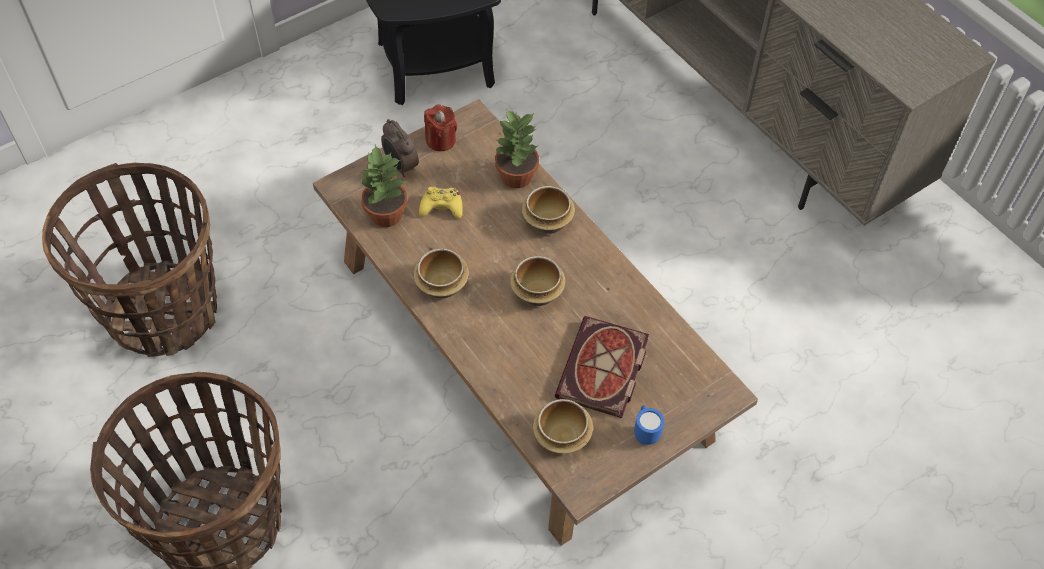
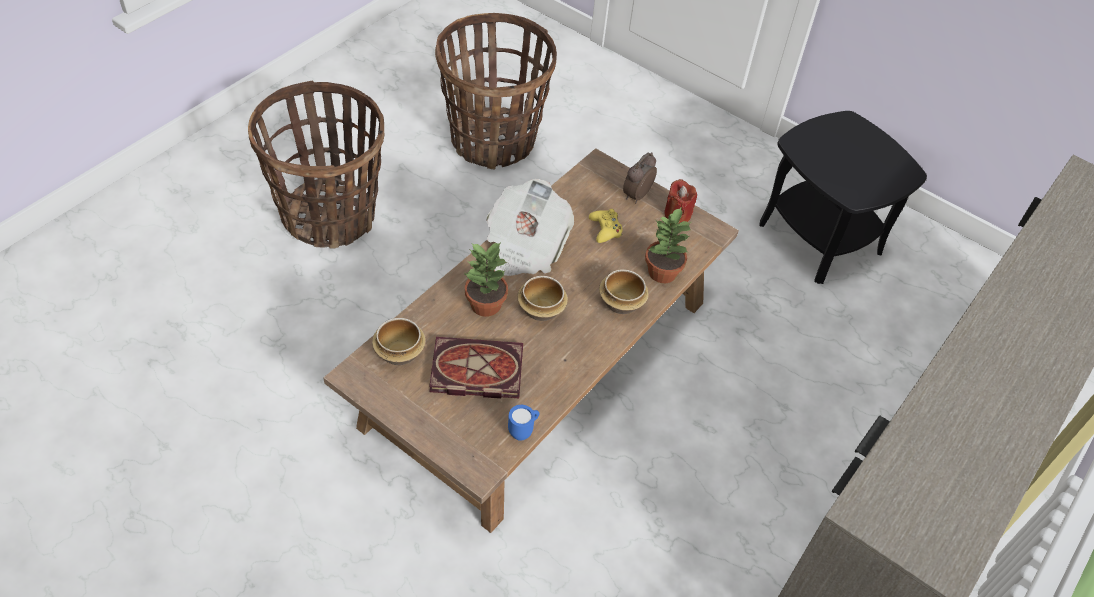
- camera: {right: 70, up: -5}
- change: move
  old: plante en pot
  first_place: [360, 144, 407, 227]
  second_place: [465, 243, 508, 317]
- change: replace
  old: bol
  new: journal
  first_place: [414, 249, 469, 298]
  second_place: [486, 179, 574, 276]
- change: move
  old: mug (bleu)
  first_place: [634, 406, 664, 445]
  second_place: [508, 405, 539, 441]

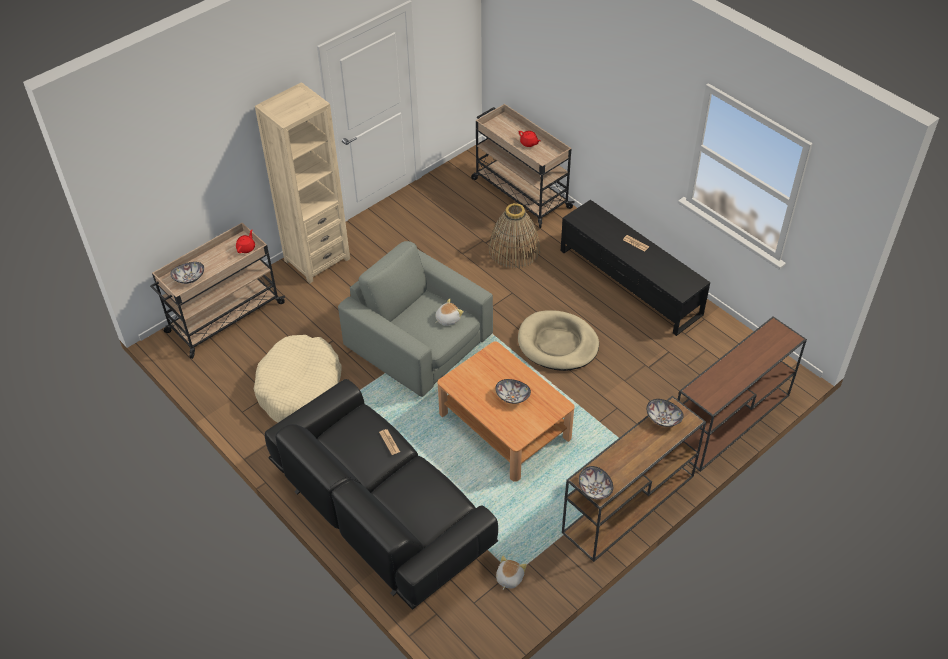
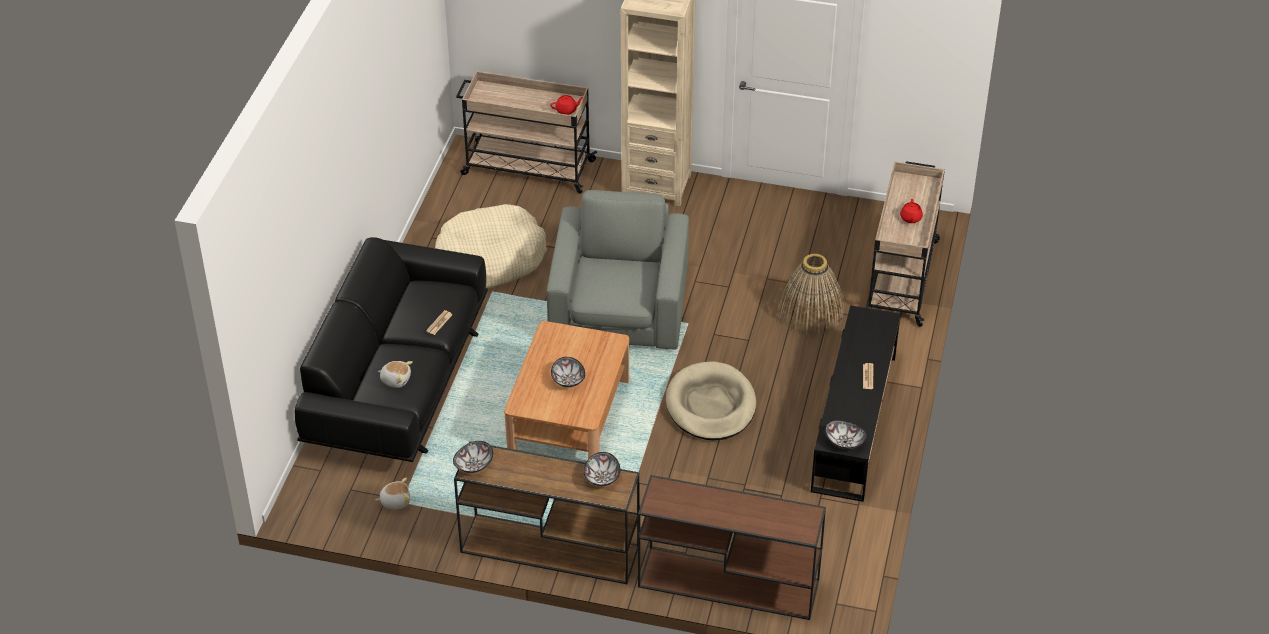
- camera: {right: 55, up: -5}
- change: move
  old: bol
  first_place: [170, 262, 204, 284]
  second_place: [825, 420, 867, 449]
- change: move
  old: peluche
  first_place: [435, 298, 464, 326]
  second_place: [378, 361, 413, 388]

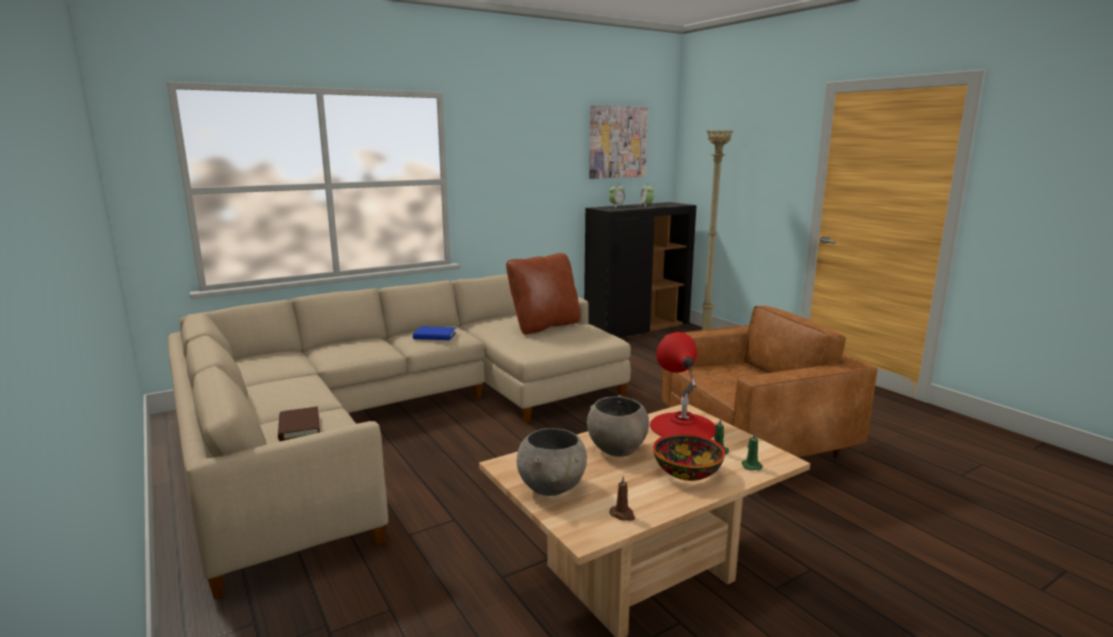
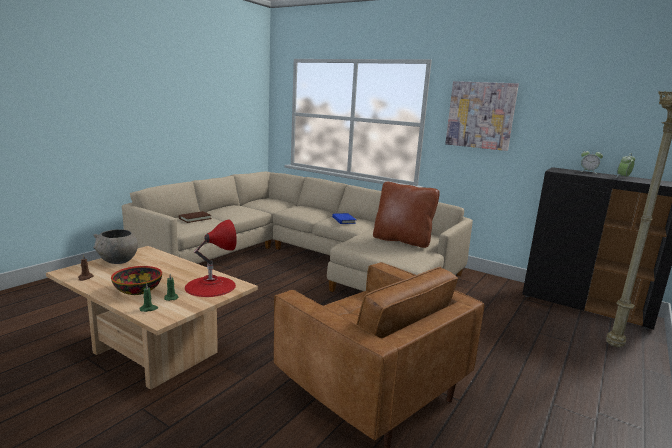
- camera: {right: 65, up: 0}
- change: delete
  old: bol (gris)
  first_place: [587, 395, 649, 457]
- change: move
  old: tableau
  first_place: [589, 105, 648, 179]
  second_place: [445, 81, 519, 151]

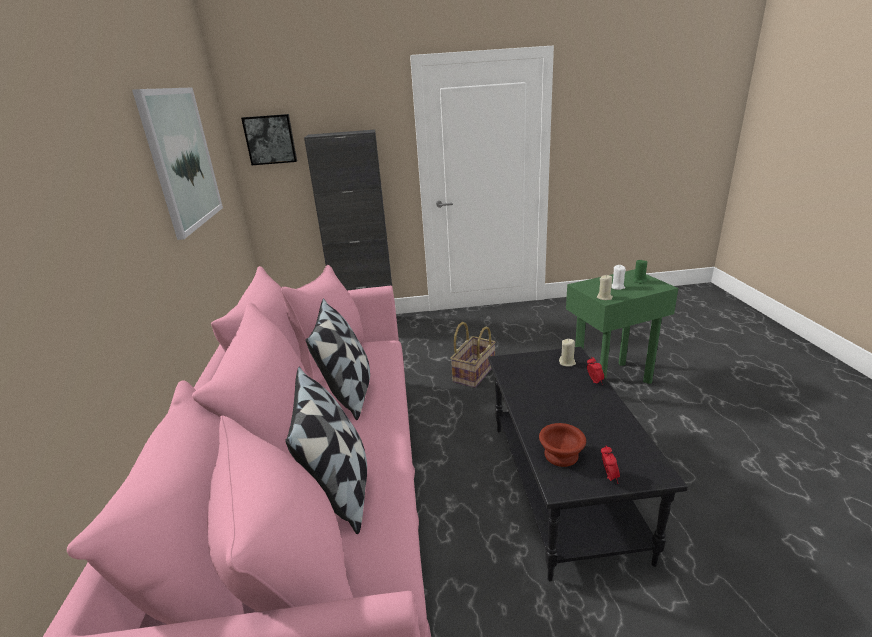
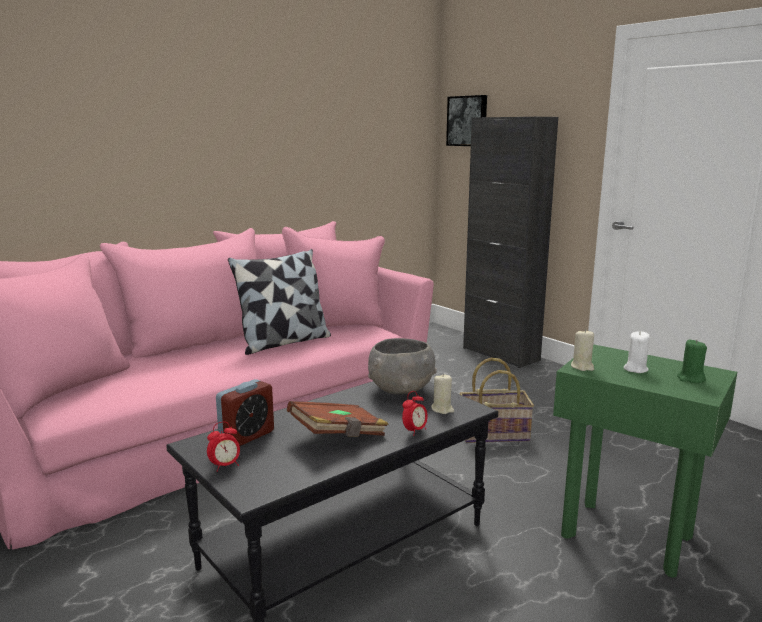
- camera: {right: 55, up: -10}
- change: delete
  old: tableau
  first_place: [132, 87, 223, 240]
- change: delete
  old: coussin
  first_place: [285, 367, 367, 534]
- change: replace
  old: bol (marron)
  new: réveil
  first_place: [539, 423, 586, 467]
  second_place: [216, 379, 274, 446]
- change: insert
  new: livre (marron)
  second_place: [287, 401, 389, 437]
- change: insert
  new: bol (gris)
  second_place: [368, 338, 437, 394]

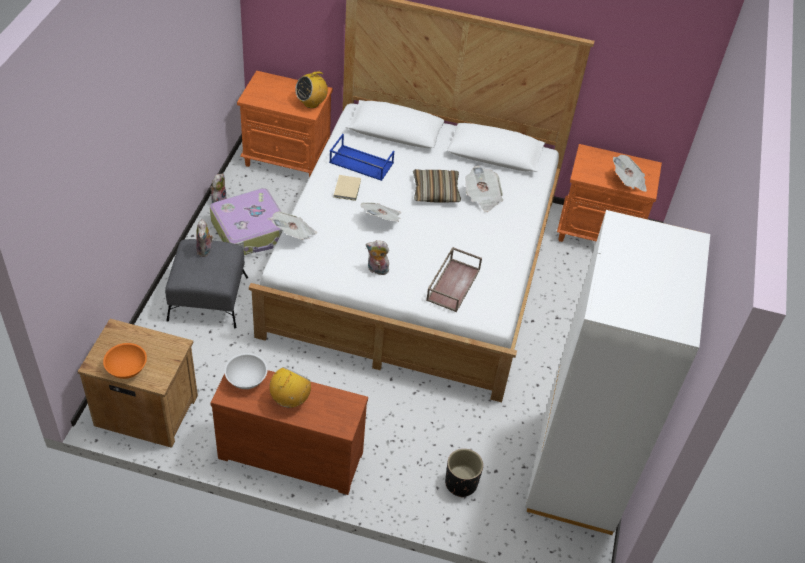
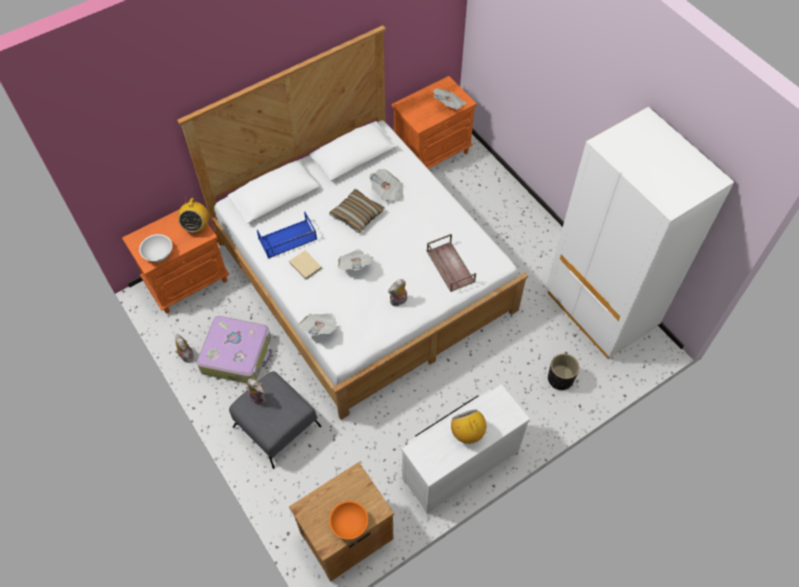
- camera: {right: -45, up: 10}
- change: recolor
  old: commode (marron)
  new: commode (blanc)
  first_place: [210, 370, 368, 495]
  second_place: [402, 384, 530, 514]
- change: move
  old: bol (blanc)
  first_place: [224, 353, 268, 389]
  second_place: [139, 234, 172, 262]

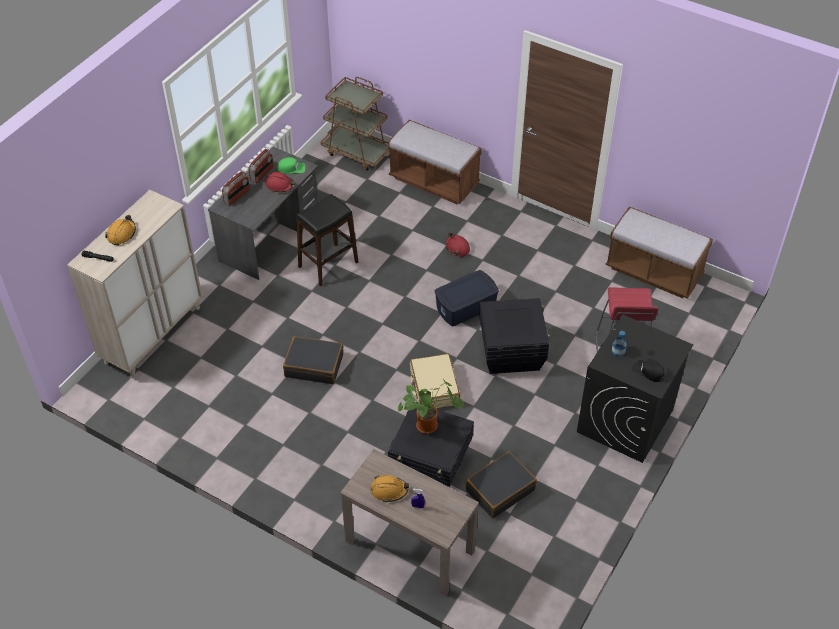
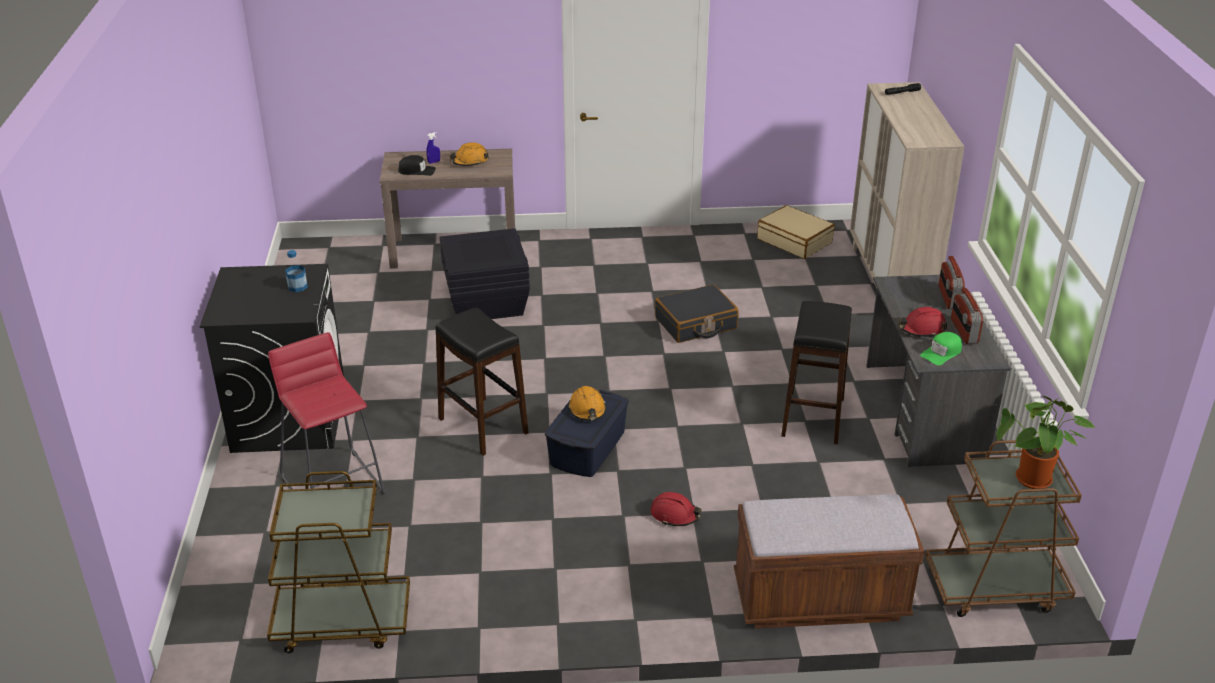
- camera: {right: 145, up: -15}
- change: move
  old: casque de chantier (orange)
  first_place: [105, 215, 136, 245]
  second_place: [568, 386, 606, 421]
- change: move
  old: plante en pot
  first_place: [398, 379, 463, 434]
  second_place: [996, 396, 1096, 489]
- change: move
  old: valise (beige)
  first_place: [410, 354, 460, 408]
  second_place: [757, 205, 835, 259]
- change: delete
  old: valise (noir)
  first_place: [466, 452, 537, 518]
- change: replace
  old: boîte de rangement (noir)
  new: tabouret (noir)
  first_place: [479, 298, 550, 374]
  second_place: [435, 308, 529, 456]
- change: replace
  old: banc (marron)
  new: chariot (marron)
  first_place: [605, 206, 713, 298]
  second_place: [267, 471, 410, 653]
- change: move
  old: casquette (noir)
  first_place: [632, 359, 665, 382]
  second_place: [398, 155, 436, 176]

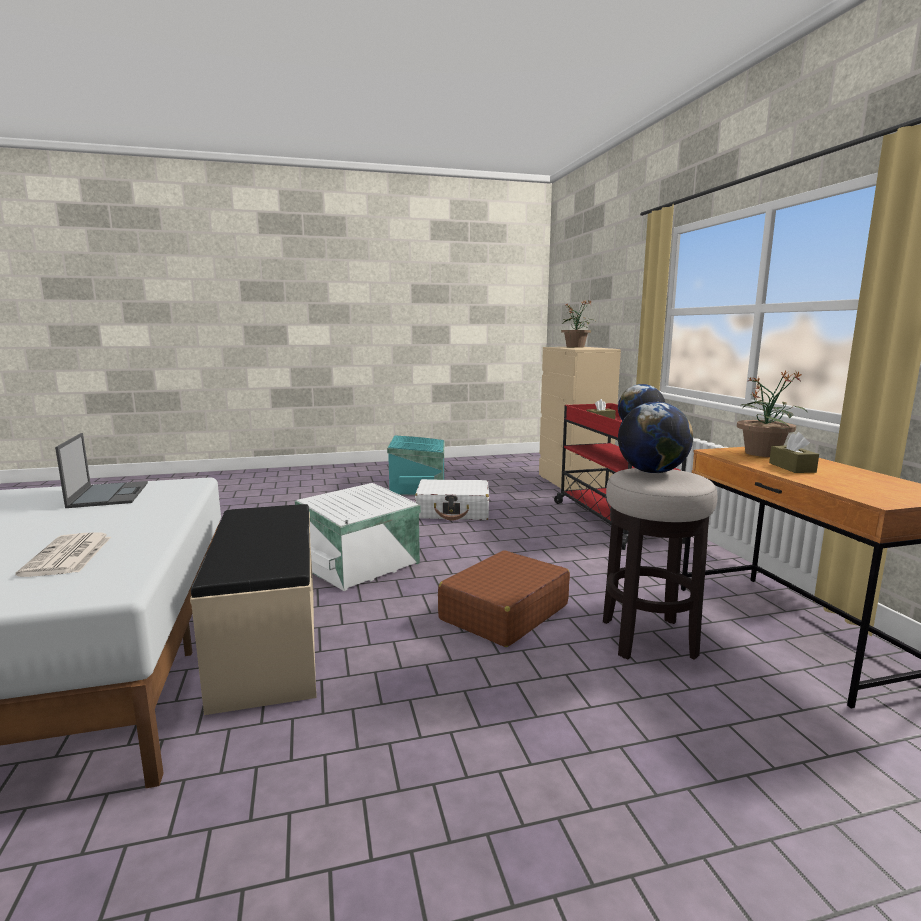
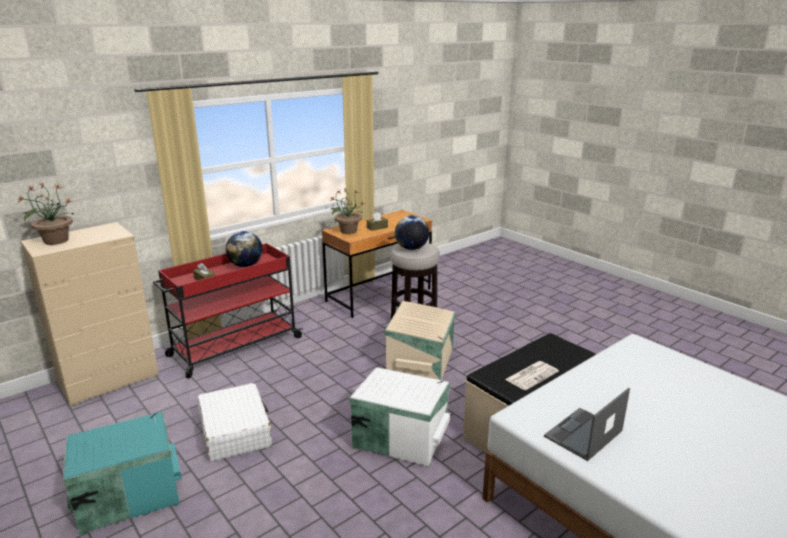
- camera: {right: -115, up: 10}
- change: move
  old: journal
  first_place: [15, 532, 111, 577]
  second_place: [505, 361, 559, 390]
- change: replace
  old: valise (marron)
  new: boîte de rangement (beige)
  first_place: [438, 550, 570, 647]
  second_place: [385, 301, 455, 380]

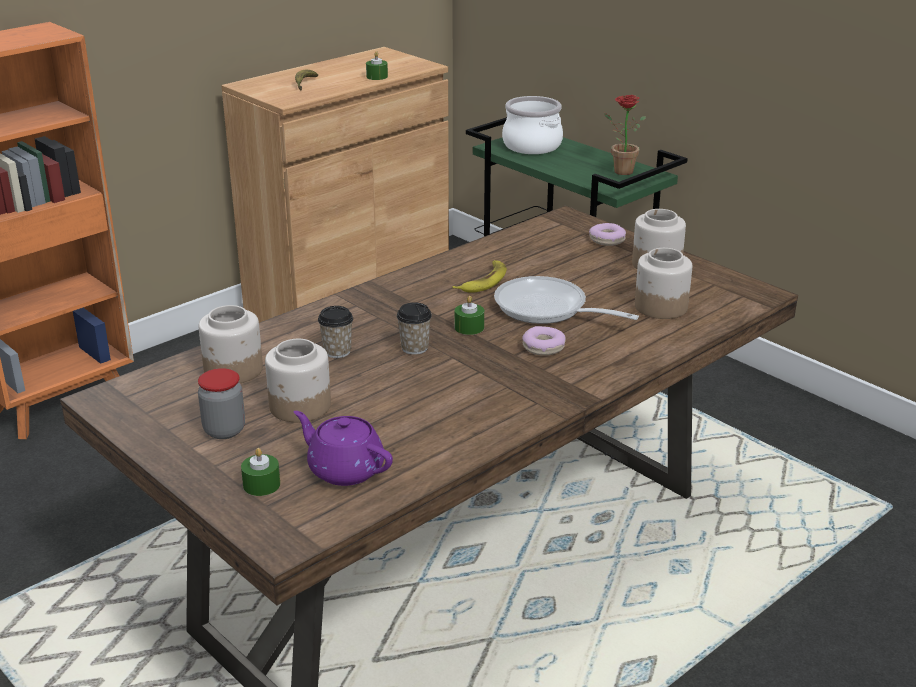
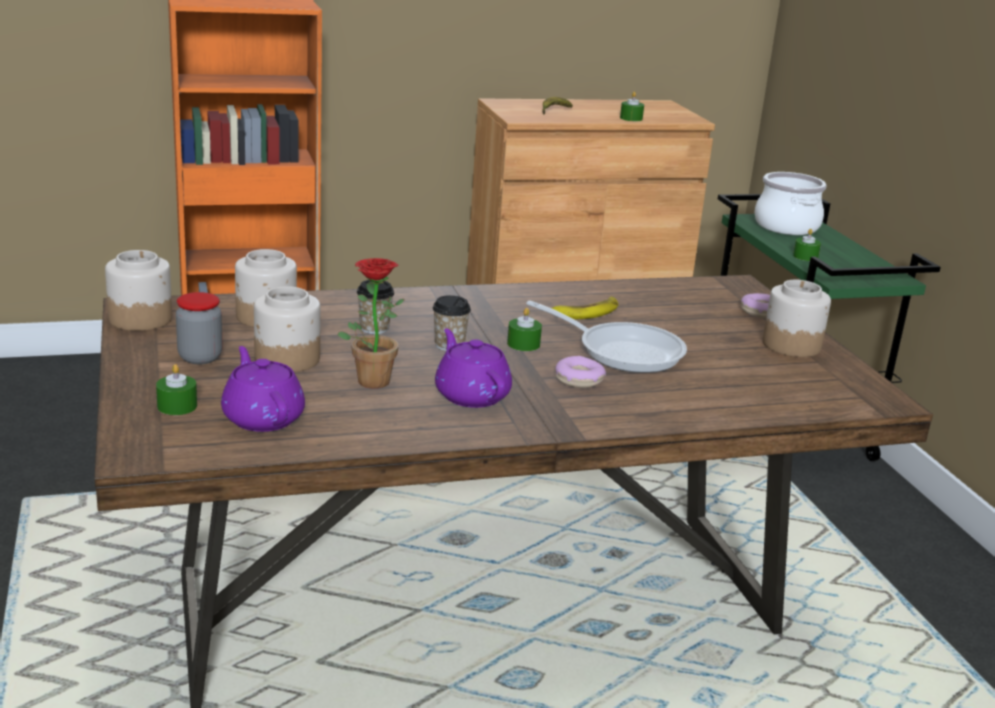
- camera: {right: 25, up: -5}
- change: rotate
  old: poêle
  first_place: [494, 276, 639, 324]
  second_place: [526, 300, 687, 373]
  degrees: 150
- change: move
  old: plante en pot
  first_place: [604, 95, 646, 175]
  second_place: [338, 258, 405, 389]
- change: move
  old: bocal
  first_place: [635, 248, 692, 319]
  second_place: [105, 250, 172, 331]
- change: insert
  new: théière (violet)
  second_place: [435, 328, 512, 408]
- change: insert
  new: bougie (vert)
  second_place: [793, 229, 821, 261]

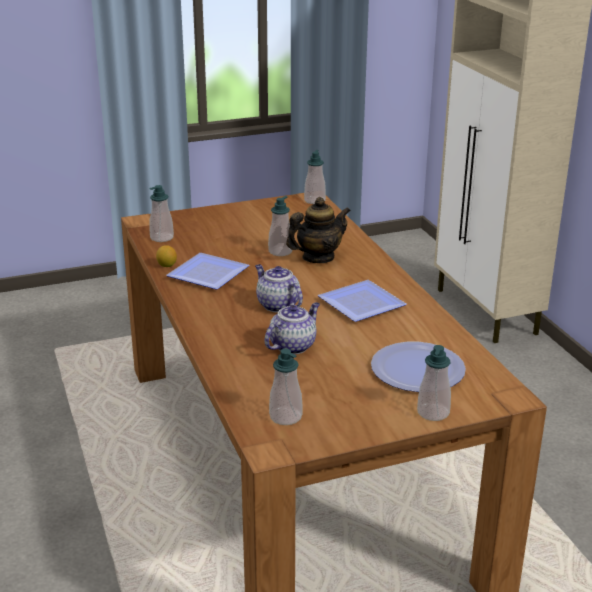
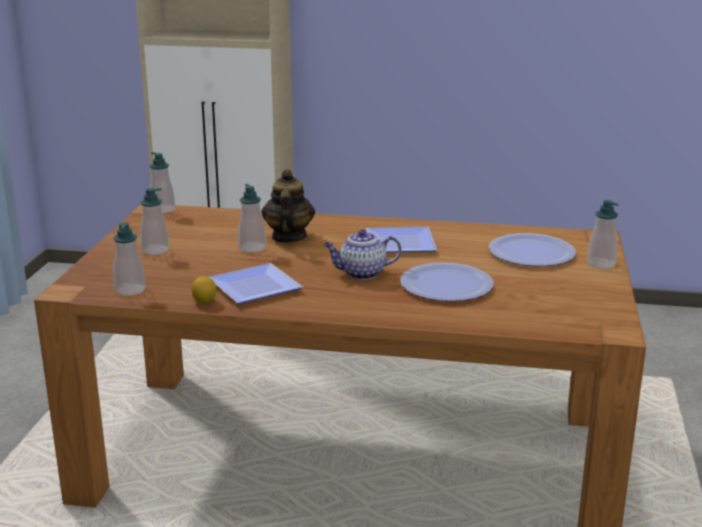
- camera: {right: -60, up: -5}
- change: replace
  old: théière
  new: assiette
  first_place: [264, 302, 320, 354]
  second_place: [400, 263, 494, 301]
- change: move
  old: distributeur de savon
  first_place: [269, 349, 302, 425]
  second_place: [140, 188, 169, 255]

